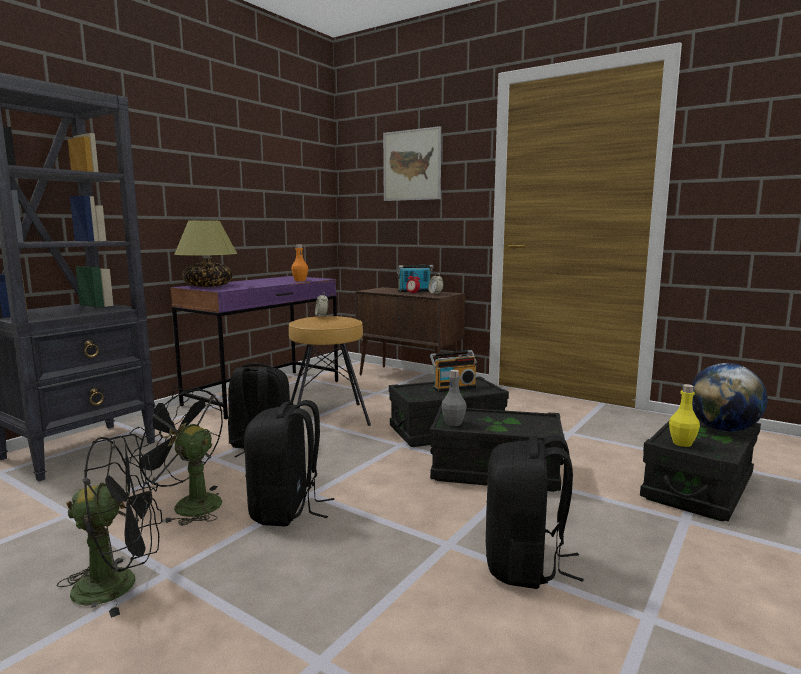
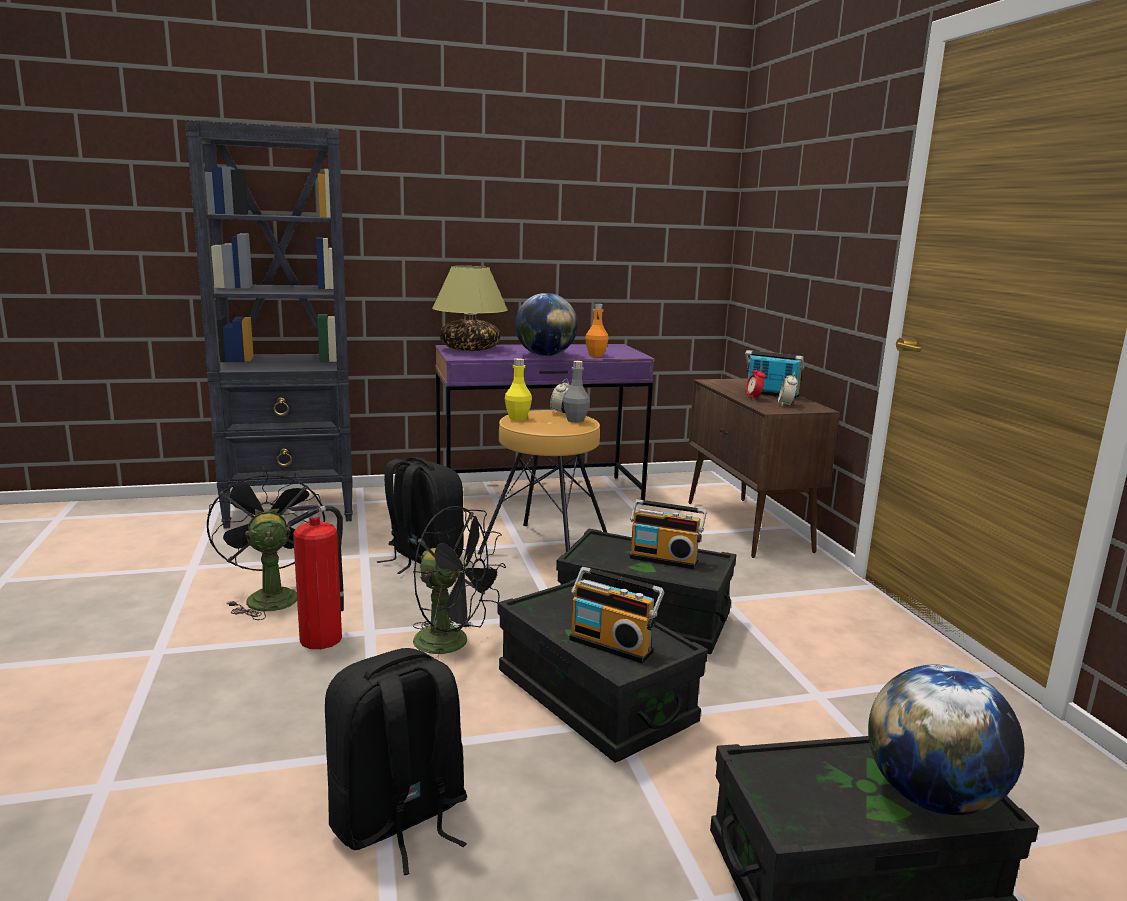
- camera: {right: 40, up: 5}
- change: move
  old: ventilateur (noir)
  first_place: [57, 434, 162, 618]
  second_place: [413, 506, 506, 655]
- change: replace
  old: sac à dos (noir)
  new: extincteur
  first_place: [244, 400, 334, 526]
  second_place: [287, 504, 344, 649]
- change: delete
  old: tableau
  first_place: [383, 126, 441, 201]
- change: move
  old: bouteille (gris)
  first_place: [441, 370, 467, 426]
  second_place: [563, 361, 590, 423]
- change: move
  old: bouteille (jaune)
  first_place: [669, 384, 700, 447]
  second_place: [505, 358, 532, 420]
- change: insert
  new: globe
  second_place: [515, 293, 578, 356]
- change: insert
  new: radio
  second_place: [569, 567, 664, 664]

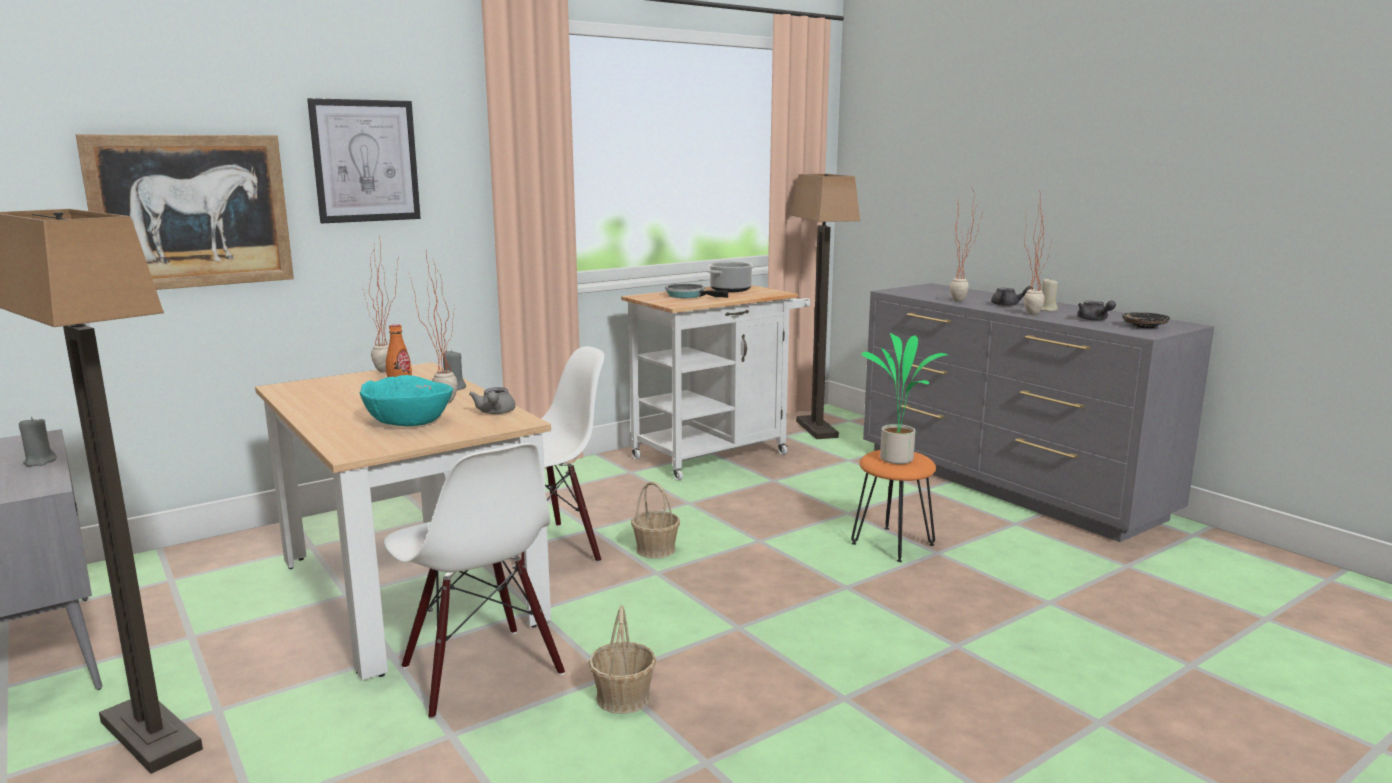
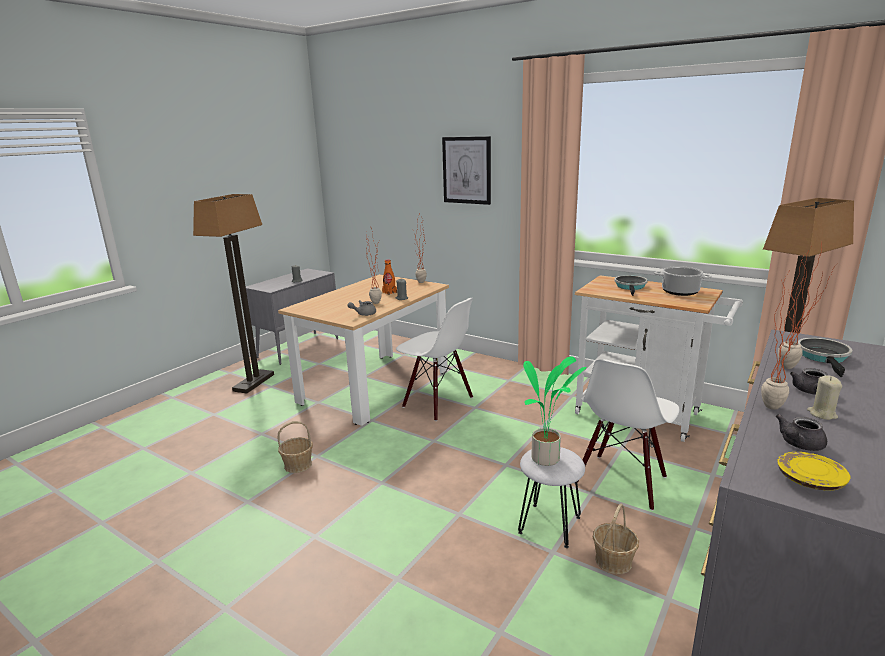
- camera: {right: 70, up: 5}
- change: delete
  old: tableau
  first_place: [75, 134, 294, 290]
- change: delete
  old: bol (turquoise)
  first_place: [359, 375, 453, 426]
- change: move
  old: chaise (blanc)
  first_place: [384, 443, 565, 719]
  second_place: [577, 359, 679, 511]
- change: move
  old: panier
  first_place: [631, 481, 680, 558]
  second_place: [593, 503, 639, 574]
- change: recolor
  old: tabouret (orange)
  new: tabouret (blanc)
  first_place: [851, 450, 936, 562]
  second_place: [518, 447, 585, 548]
- change: recolor
  old: assiette (noir)
  new: assiette (jaune)
  first_place: [1122, 312, 1170, 328]
  second_place: [777, 452, 851, 491]
- change: insert
  new: poêle
  second_place: [798, 338, 853, 377]

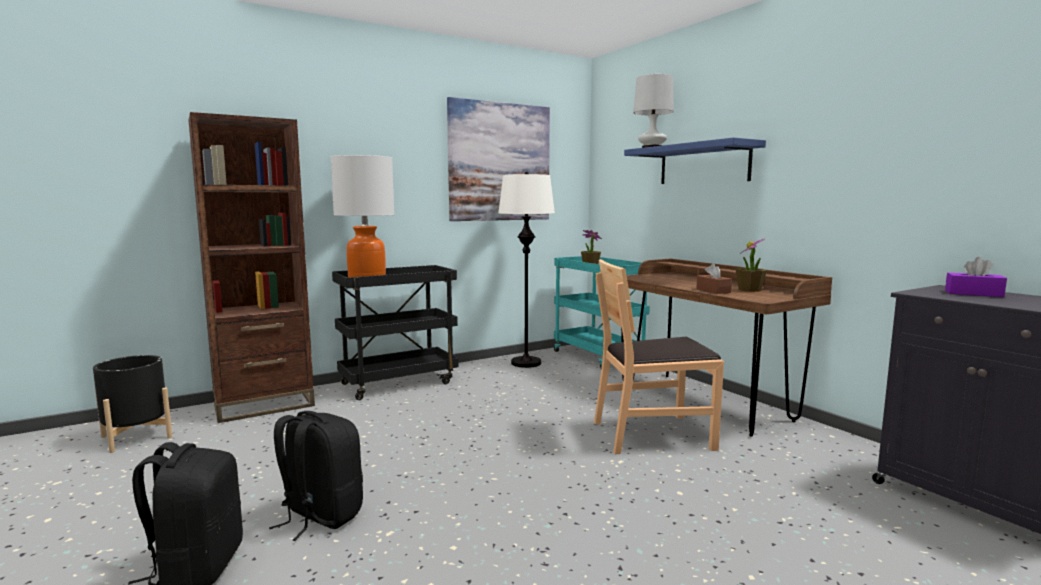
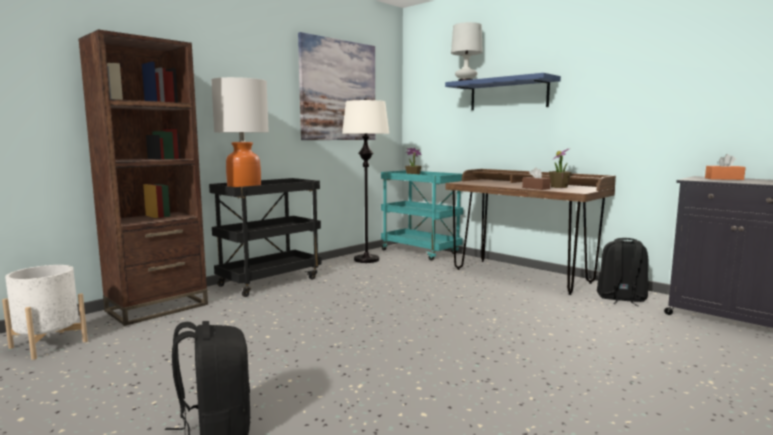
- camera: {right: -15, up: 0}
- change: recolor
  old: cache-pot (noir)
  new: cache-pot (blanc)
  first_place: [93, 355, 172, 453]
  second_place: [2, 265, 88, 360]
- change: move
  old: sac à dos (noir)
  first_place: [269, 411, 363, 541]
  second_place: [597, 238, 648, 306]
- change: delete
  old: chaise (marron)
  first_place: [594, 259, 724, 454]
- change: recolor
  old: boîte à mouchoirs (violet)
  new: boîte à mouchoirs (orange)
  first_place: [945, 257, 1007, 297]
  second_place: [705, 154, 746, 180]

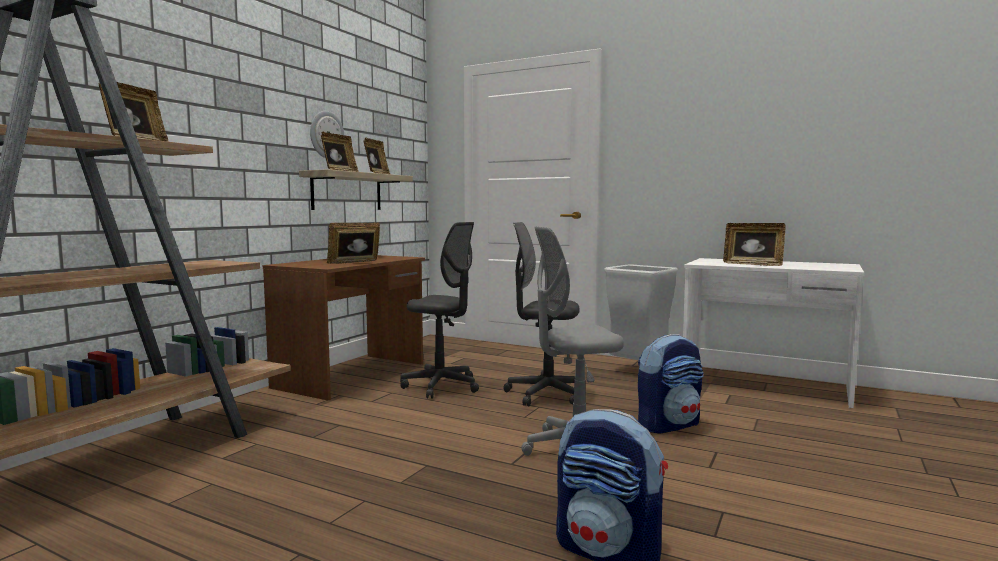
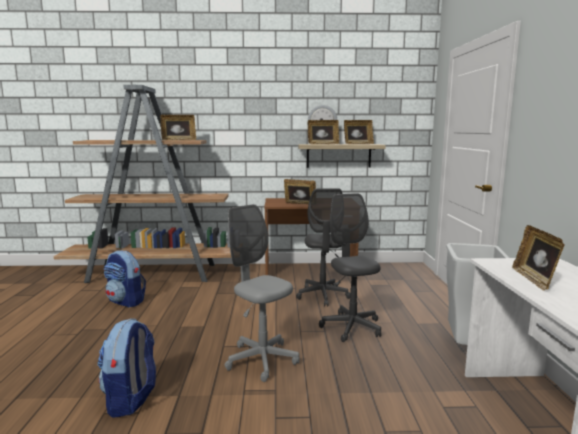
- camera: {right: 60, up: 5}
- change: move
  old: sac à dos
  first_place: [638, 334, 704, 434]
  second_place: [103, 250, 146, 308]

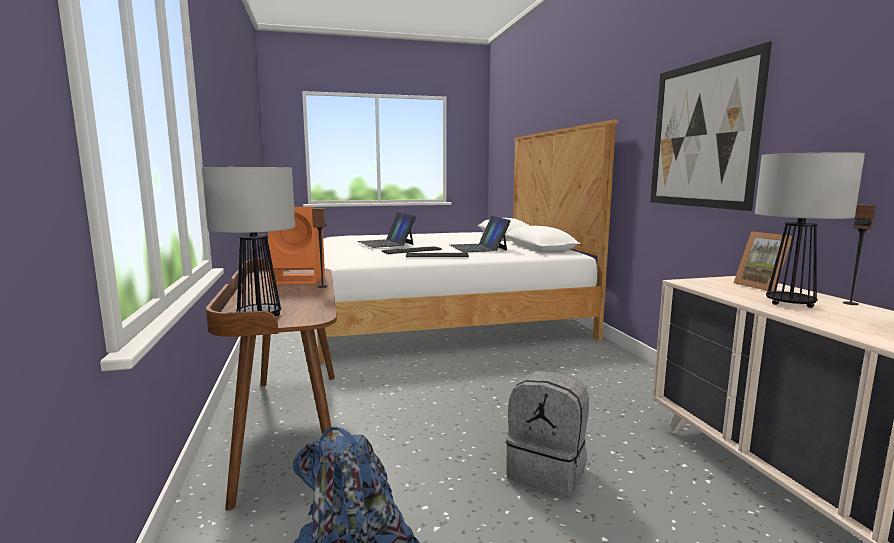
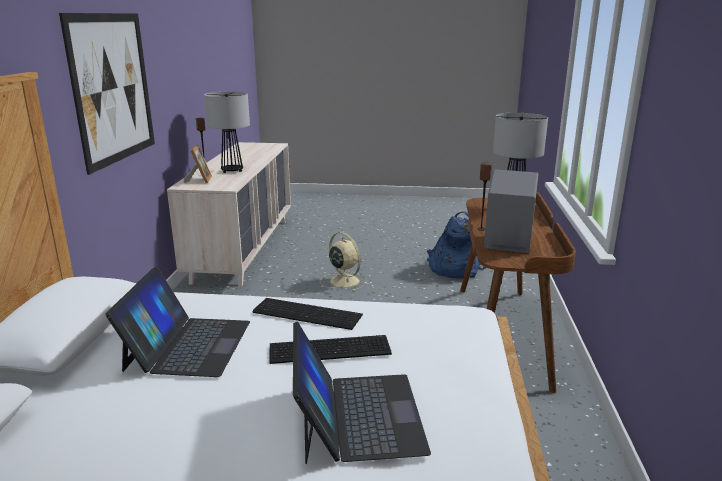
- camera: {right: -160, up: 10}
- change: recolor
  old: enceinte (orange)
  new: enceinte (gris)
  first_place: [268, 207, 325, 284]
  second_place: [484, 169, 539, 253]
- change: replace
  old: sac à dos (gris)
  new: ventilateur (beige)
  first_place: [506, 371, 589, 497]
  second_place: [320, 232, 367, 292]

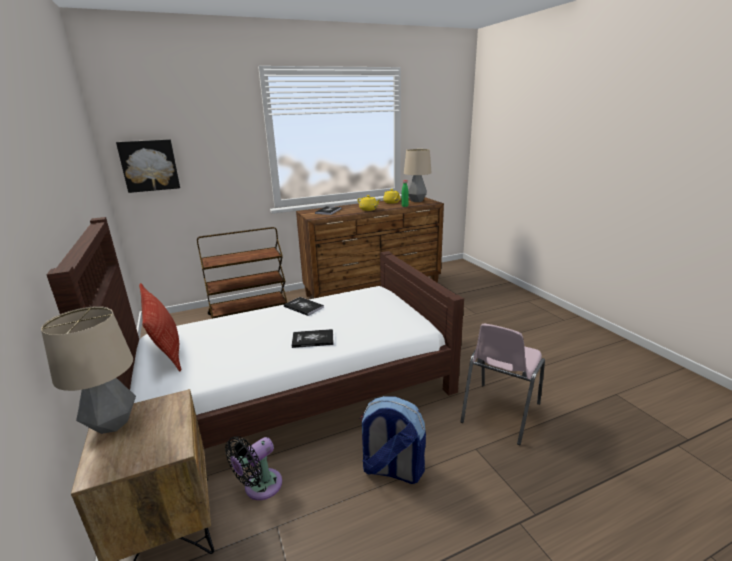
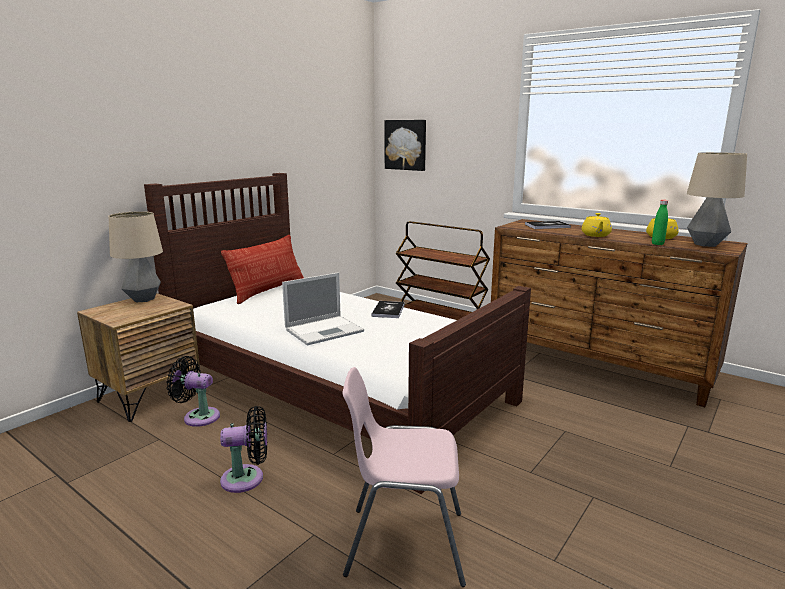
- camera: {right: 60, up: -5}
- change: replace
  old: livre
  new: ordinateur portable
  first_place: [292, 329, 334, 348]
  second_place: [282, 272, 364, 345]
- change: replace
  old: sac à dos
  new: ventilateur (noir)
  first_place: [360, 396, 426, 484]
  second_place: [220, 406, 267, 493]

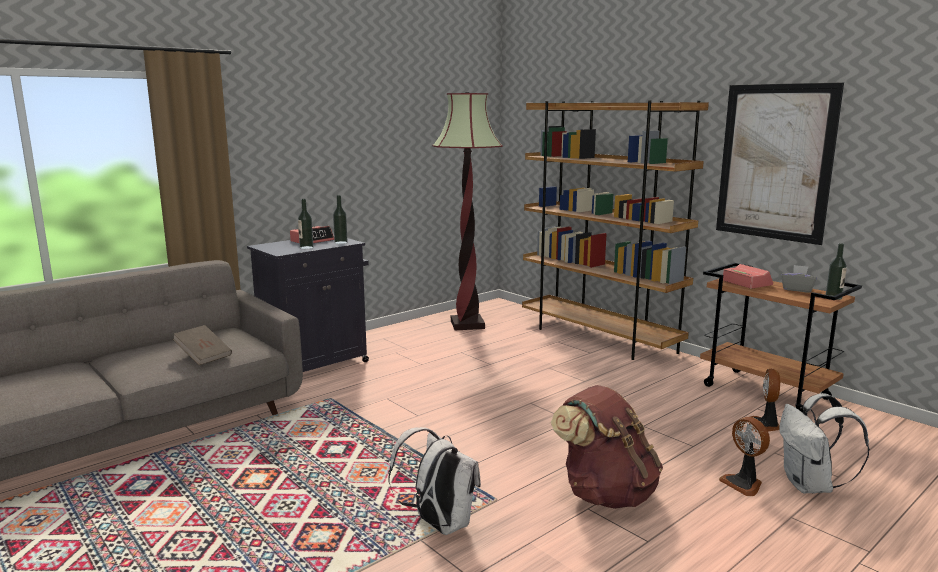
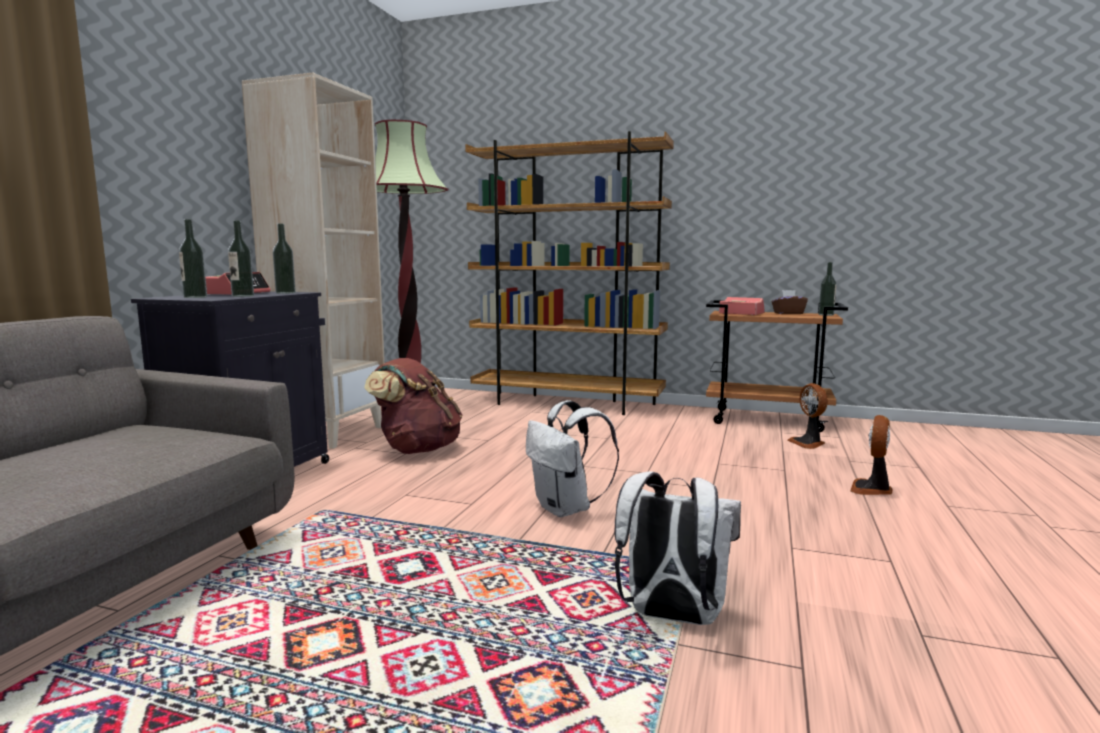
- camera: {right: -30, up: -5}
- change: delete
  old: livre (marron)
  first_place: [173, 325, 232, 365]
- change: move
  old: sac à dos (marron)
  first_place: [551, 385, 663, 509]
  second_place: [364, 358, 462, 454]
- change: delete
  old: tableau
  first_place: [716, 82, 844, 245]
- change: rotate
  old: ventilateur
  first_place: [719, 417, 770, 496]
  second_place: [850, 415, 893, 495]
  degrees: 90
- change: move
  old: sac à dos (blanc)
  first_place: [779, 393, 870, 494]
  second_place: [526, 400, 619, 517]
- change: recolor
  old: boîte à mouchoirs (gris)
  new: boîte à mouchoirs (marron)
  first_place: [781, 265, 817, 293]
  second_place: [772, 290, 808, 314]
- change: insert
  new: bouteille
  second_place: [179, 219, 207, 298]
- change: insert
  new: bibliothèque (beige)
  second_place: [242, 72, 385, 449]

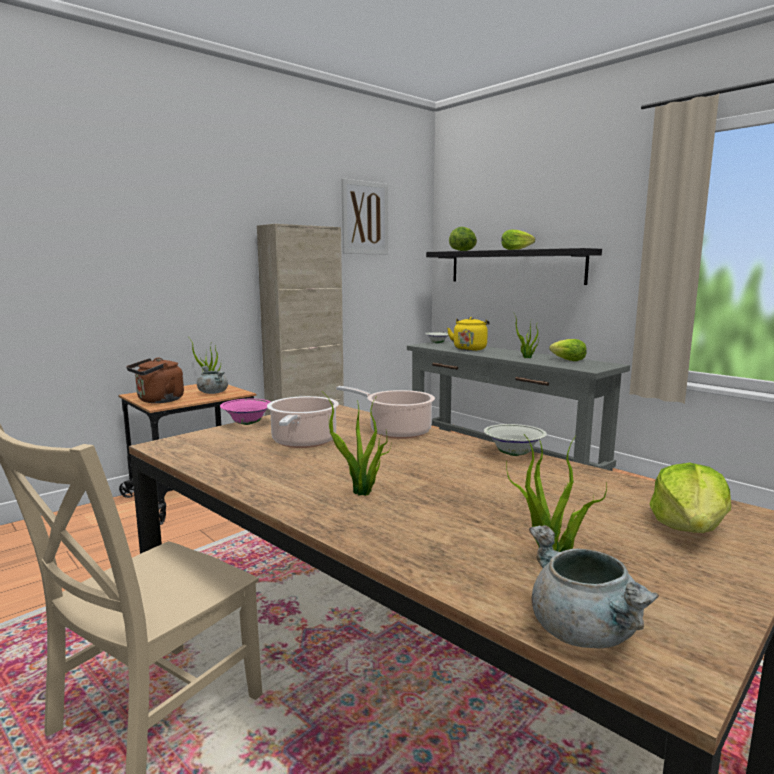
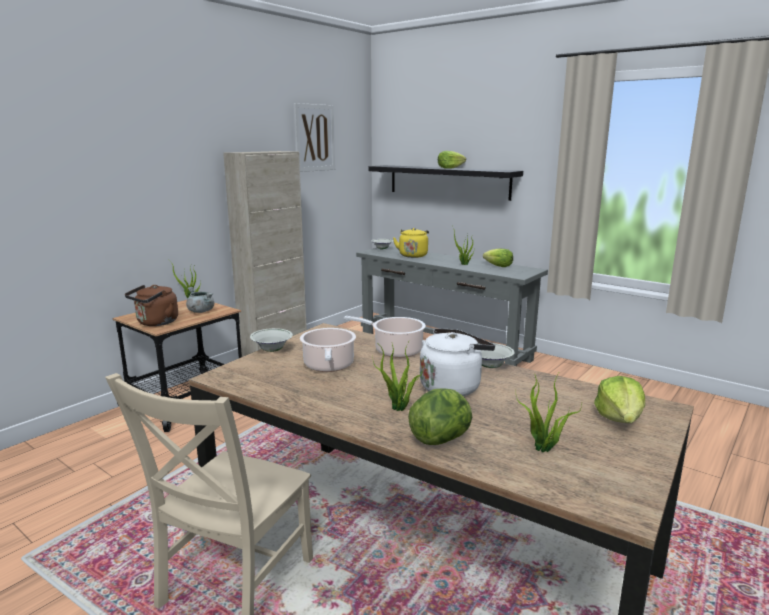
- camera: {right: -10, up: 5}
- change: recolor
  old: bol (rose)
  new: bol (blanc)
  first_place: [220, 399, 271, 425]
  second_place: [250, 328, 293, 352]
- change: move
  old: laitue
  first_place: [449, 227, 477, 251]
  second_place: [408, 388, 472, 445]
- change: delete
  old: marmite (gris)
  first_place: [529, 525, 659, 648]
- change: insert
  new: bouilloire (blanc)
  second_place: [420, 328, 495, 396]

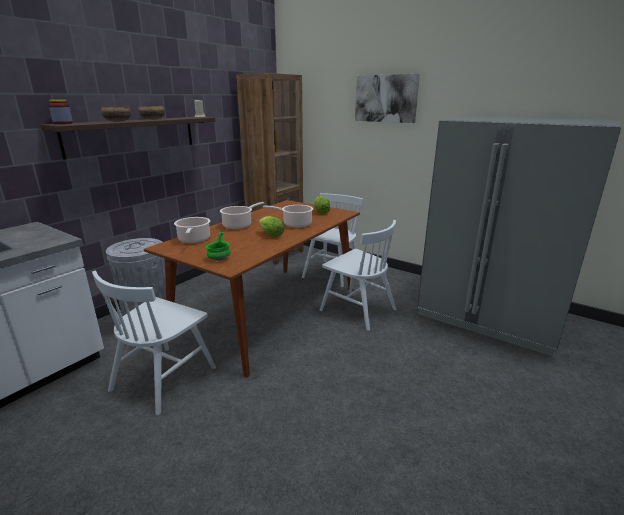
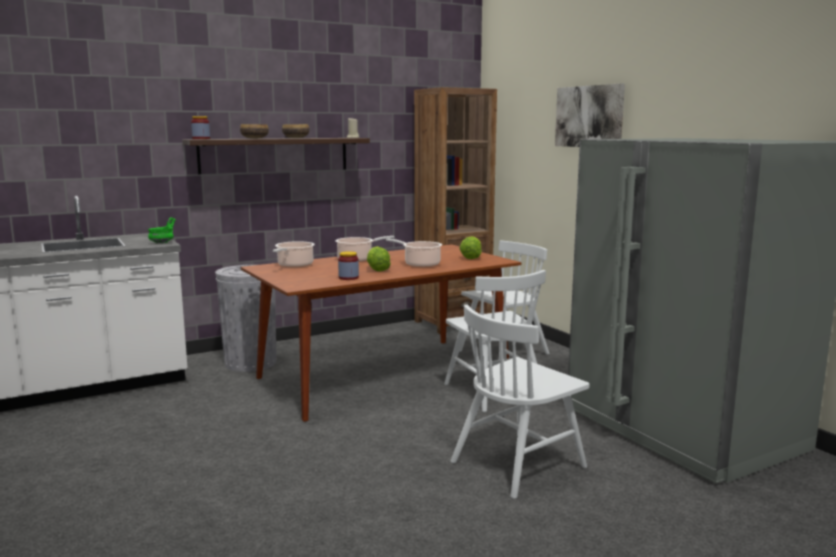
- camera: {right: 25, up: -10}
- change: move
  old: chaise (blanc)
  first_place: [92, 270, 216, 415]
  second_place: [451, 304, 590, 499]
- change: move
  old: bol (vert)
  first_place: [206, 232, 231, 261]
  second_place: [148, 217, 176, 243]
- change: insert
  new: bocal
  second_place: [338, 251, 359, 280]

